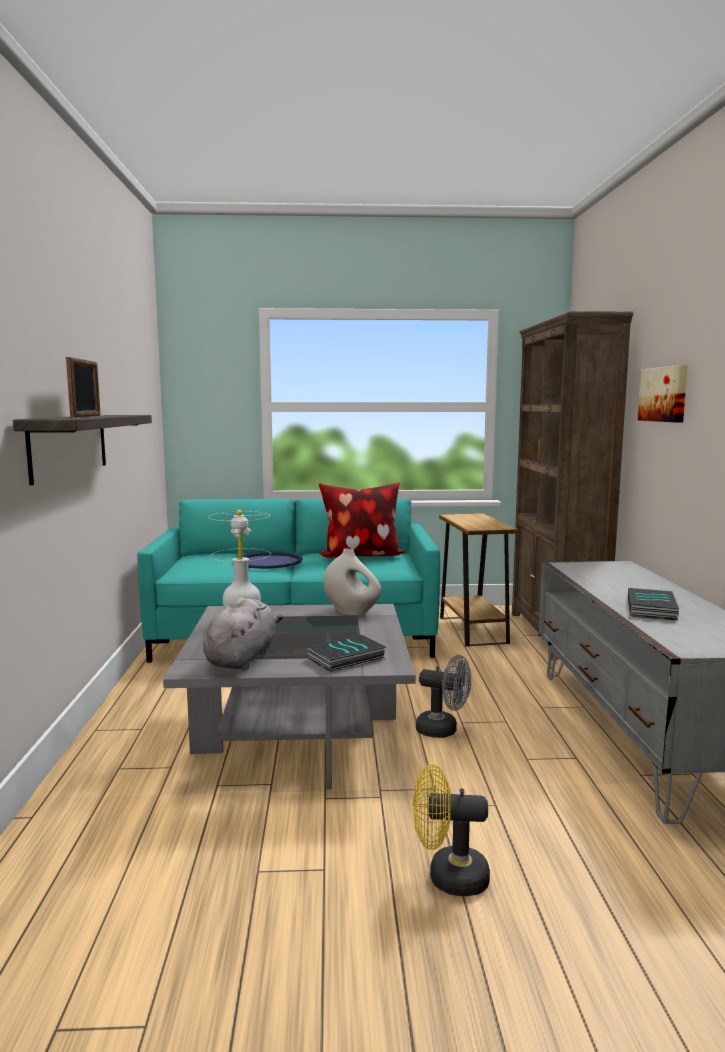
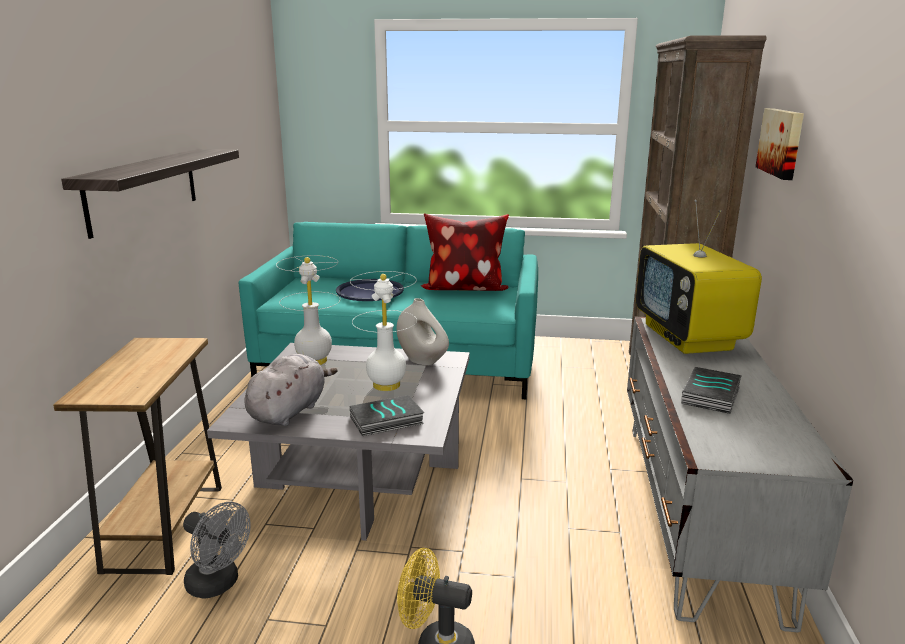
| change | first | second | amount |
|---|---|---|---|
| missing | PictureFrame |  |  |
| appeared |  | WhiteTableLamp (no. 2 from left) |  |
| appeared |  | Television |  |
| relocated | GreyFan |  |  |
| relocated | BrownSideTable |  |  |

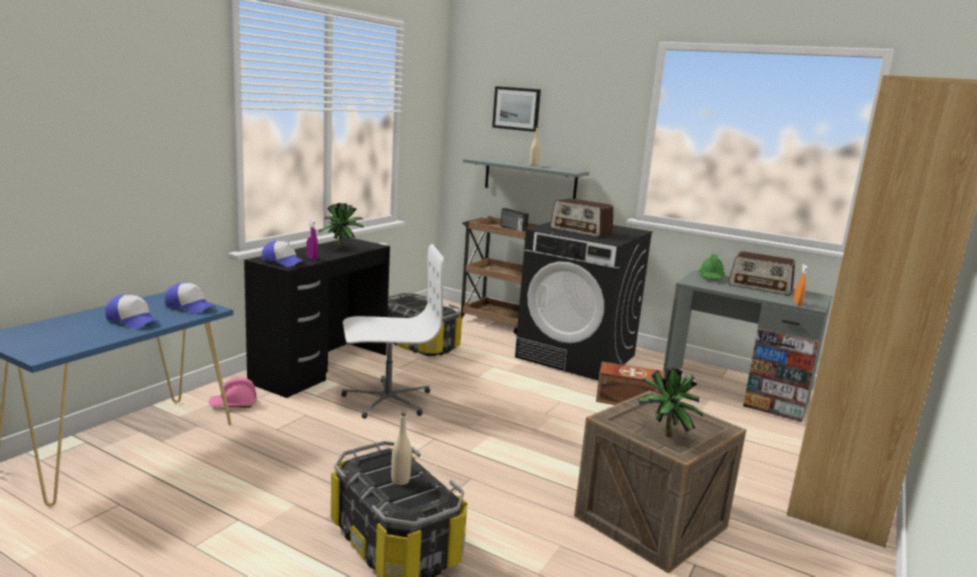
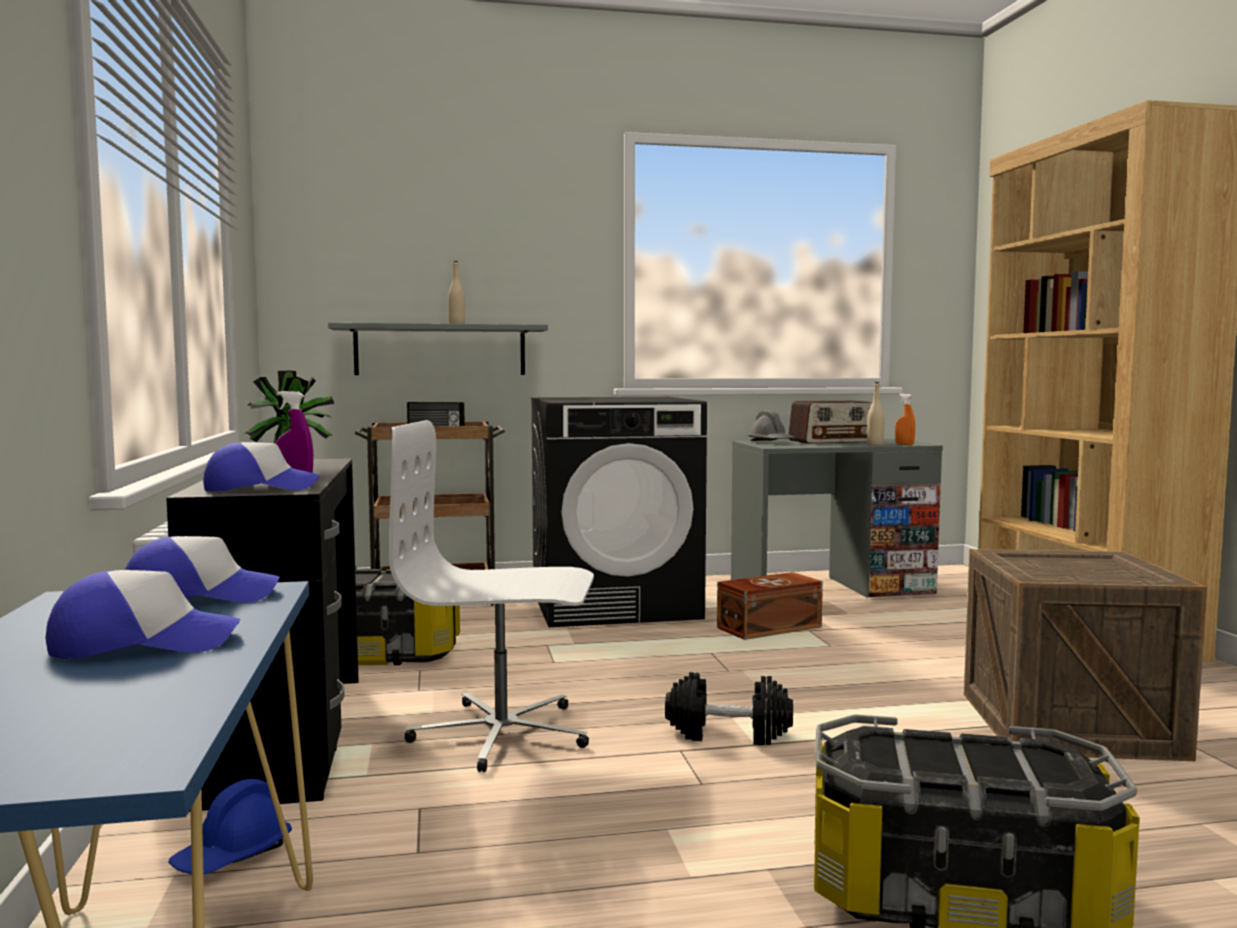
| change | first | second | amount |
|---|---|---|---|
| missing | Picture |  |  |
| missing | Radio (no. 2 from left) |  |  |
| missing | PottedPlant (no. 2 from left) |  |  |
| appeared |  | BlackDumbbell |  |
| relocated | BeigeBottle (no. 1 from left in the first image) | BeigeBottle (no. 2 from left) |  |
| colour | PinkHardHat | BlueHardHat |  |
| colour | GreenHardHat | GreyHardHat |  |
| spun | WhiteOfficeChair |  | 120 degrees counterclockwise |

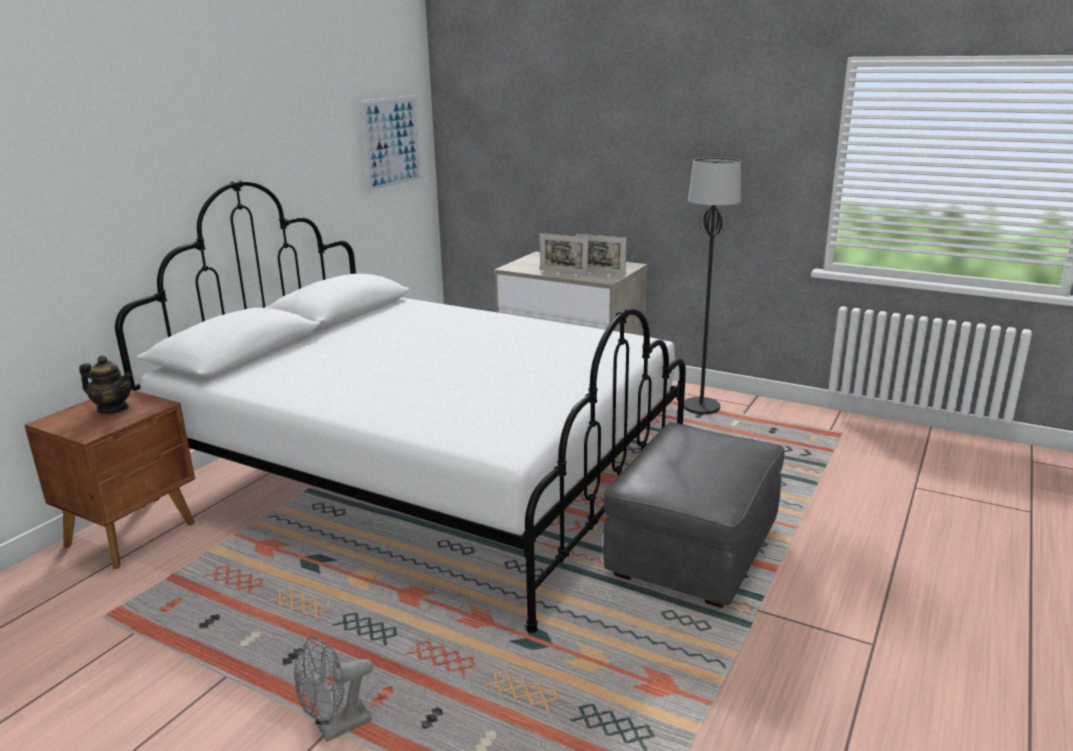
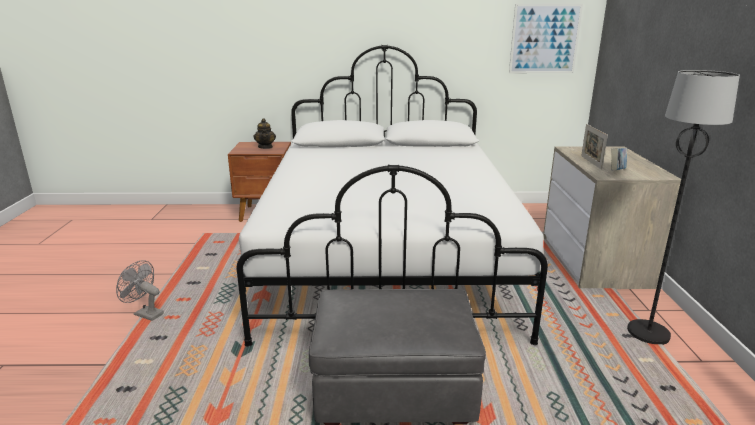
| change | first | second | amount |
|---|---|---|---|
| exchanged | PictureFrame (no. 2 from left) | Book |  |

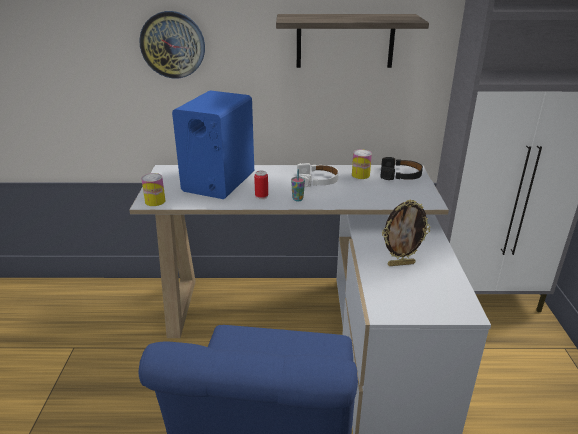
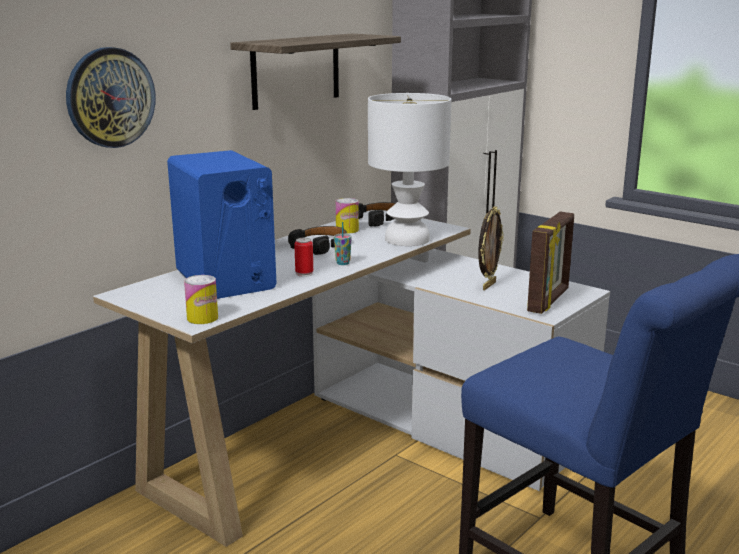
| change | first | second | amount |
|---|---|---|---|
| appeared |  | WhiteTableLamp |  |
| appeared |  | PictureFrame (no. 2 from left) |  |
| colour | WhiteHeadphones | BlackHeadphones (no. 1 from left) |  |

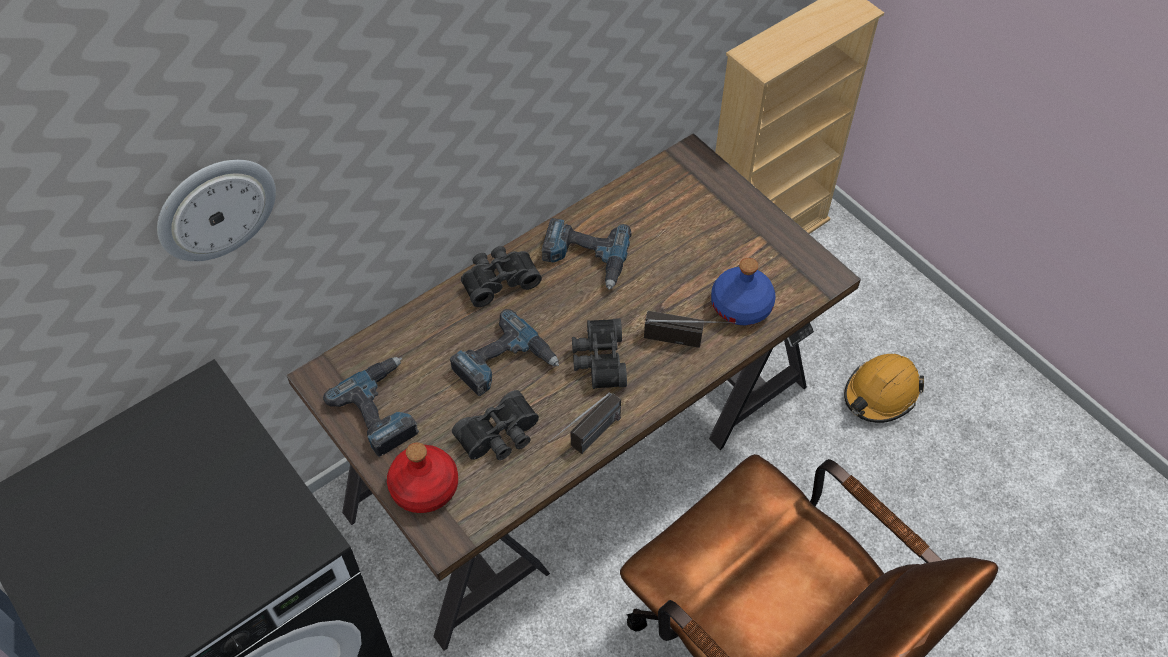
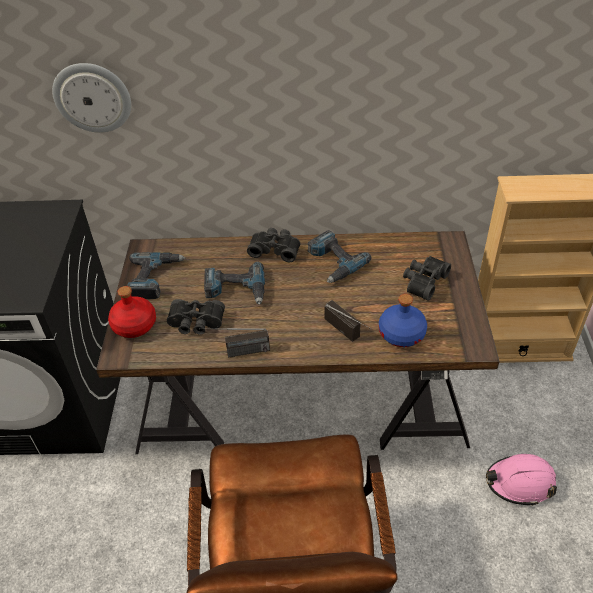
| change | first | second | amount |
|---|---|---|---|
| relocated | BlackBinoculars (no. 3 from left) |  |  |
| colour | OrangeHardHat | PinkHardHat |  |

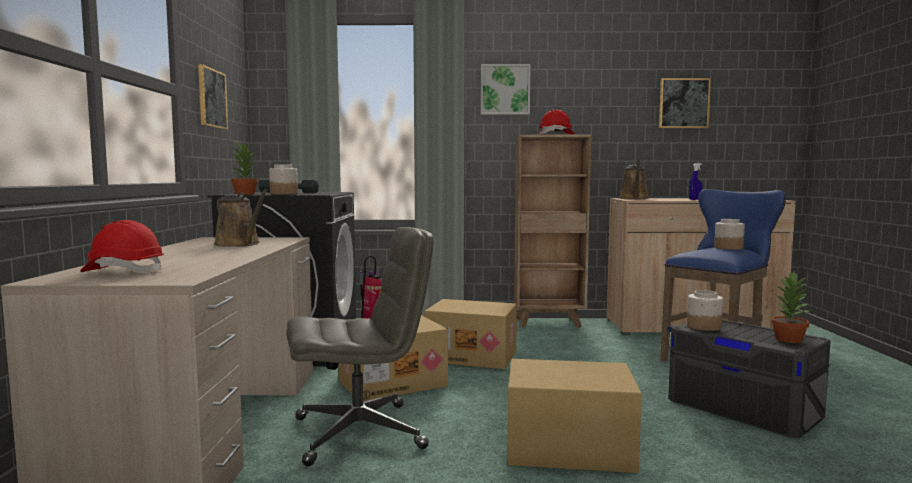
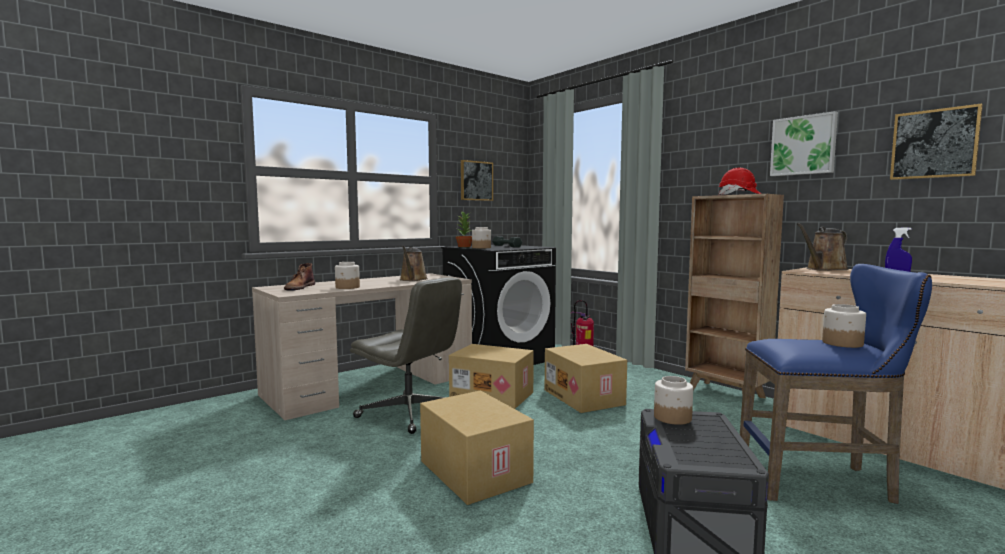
| change | first | second | amount |
|---|---|---|---|
| missing | PottedPlant (no. 2 from left) |  |  |
| appeared |  | Jar (no. 1 from left) |  |
| relocated | Picture (no. 2 from left) |  |  |
| exchanged | RedHardHat (no. 1 from left) | BrownBoot |  |

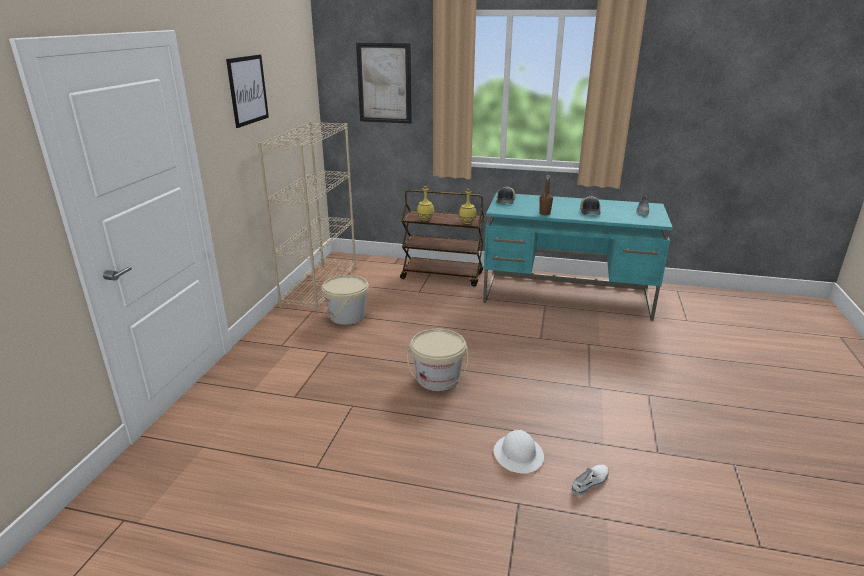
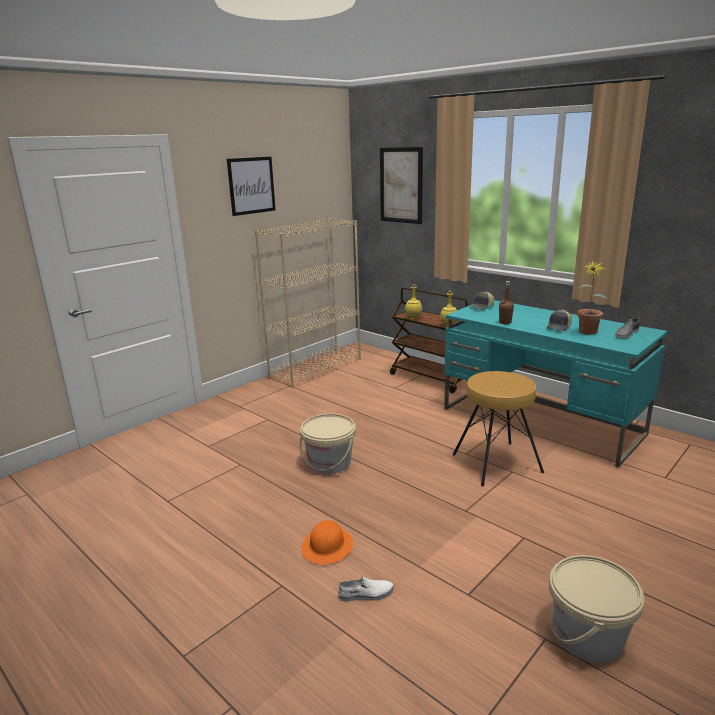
| change | first | second | amount |
|---|---|---|---|
| appeared |  | BrownStool |  |
| appeared |  | PottedPlant |  |
| relocated | BeigeBucket (no. 1 from left in the first image) | BeigeBucket (no. 2 from left) |  |
| colour | WhiteHardHat | OrangeHardHat |  |

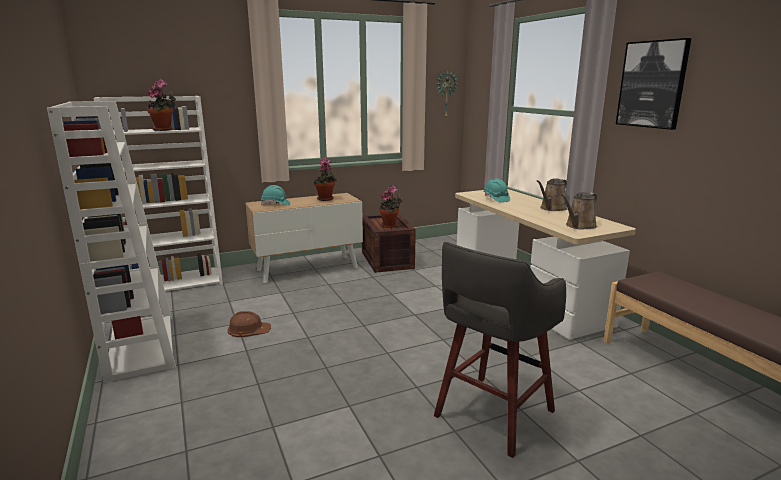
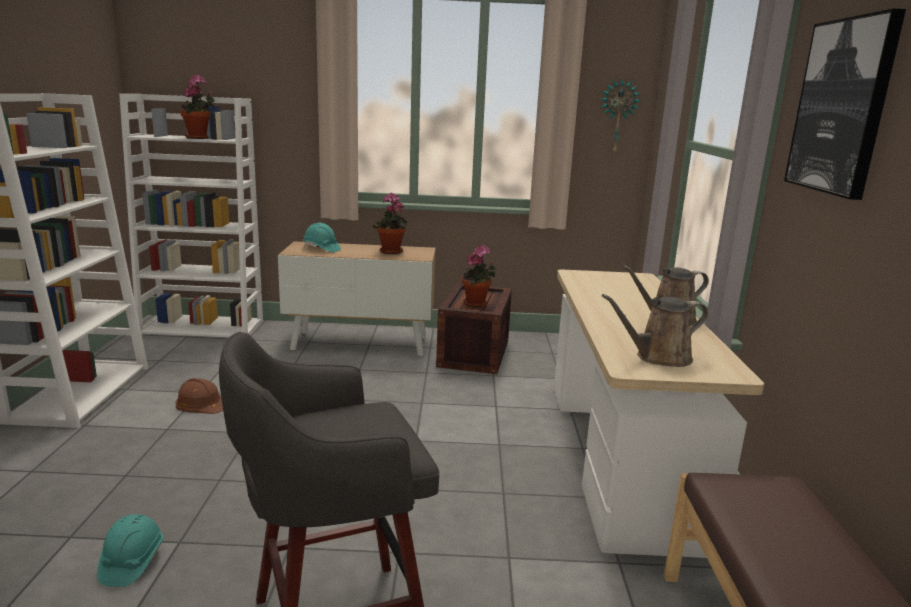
| change | first | second | amount |
|---|---|---|---|
| relocated | TurquoiseHardHat (no. 2 from left in the first image) | TurquoiseHardHat (no. 1 from left) |  |

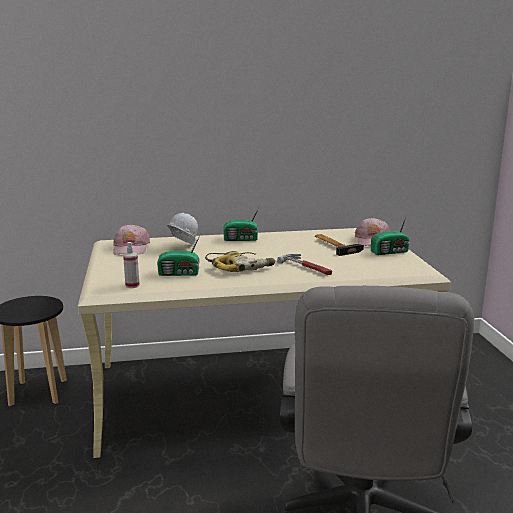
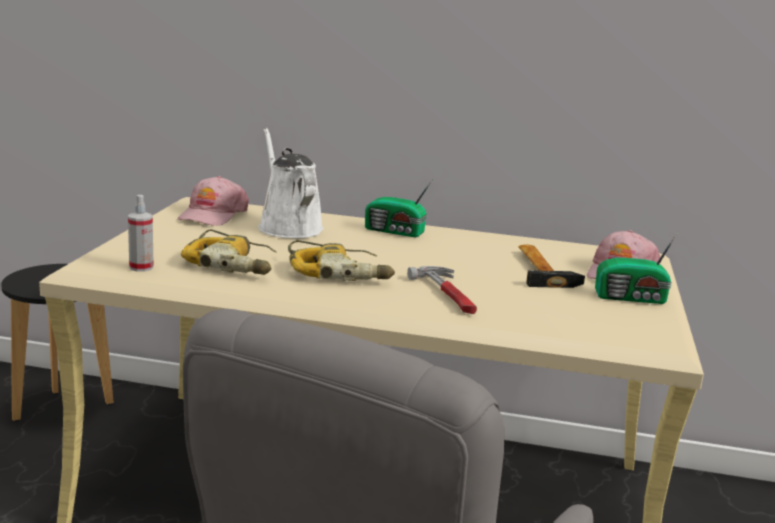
| change | first | second | amount |
|---|---|---|---|
| exchanged | Radio (no. 1 from left) | PowerDrill (no. 1 from left) |  |
| exchanged | WhiteHardHat | WhiteWateringCan |  |

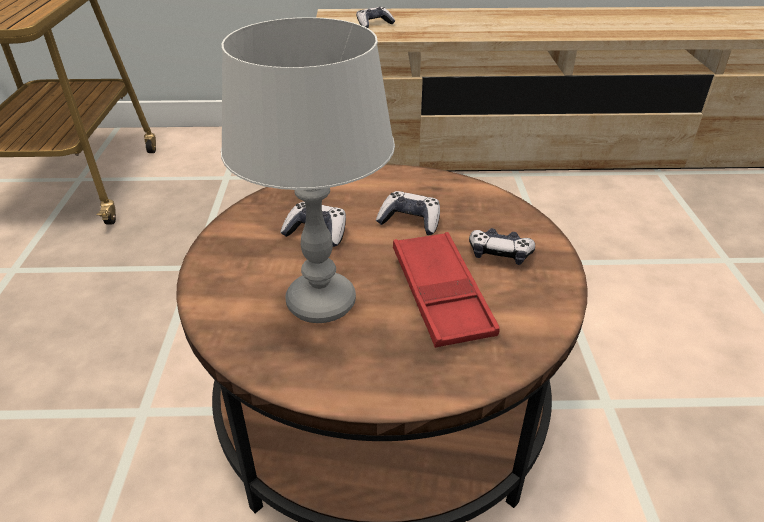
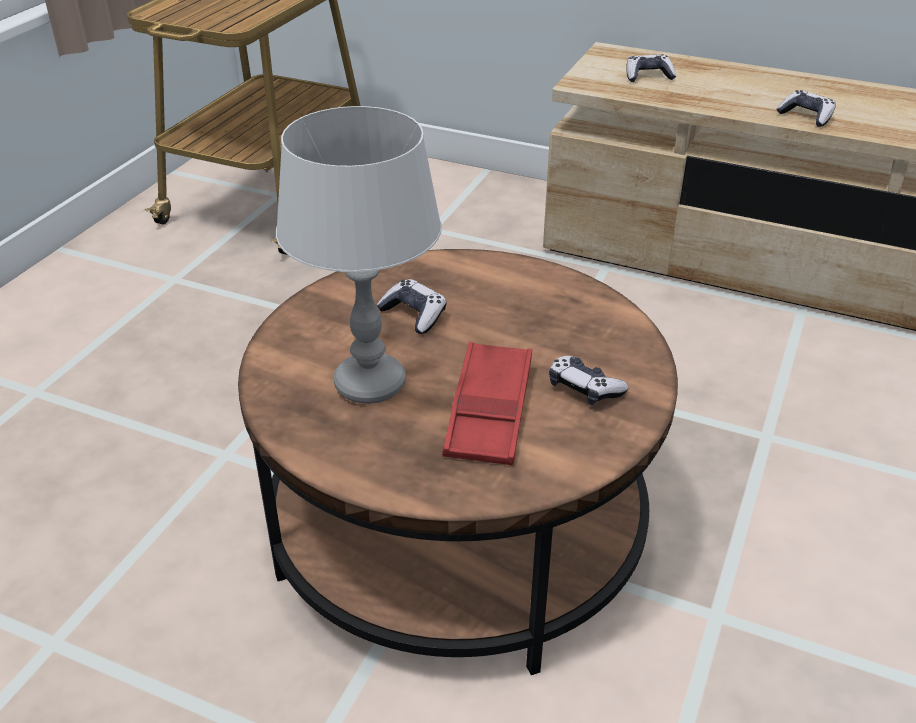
| change | first | second | amount |
|---|---|---|---|
| relocated | GameController (no. 3 from left in the first image) | GameController (no. 4 from left) |  |

